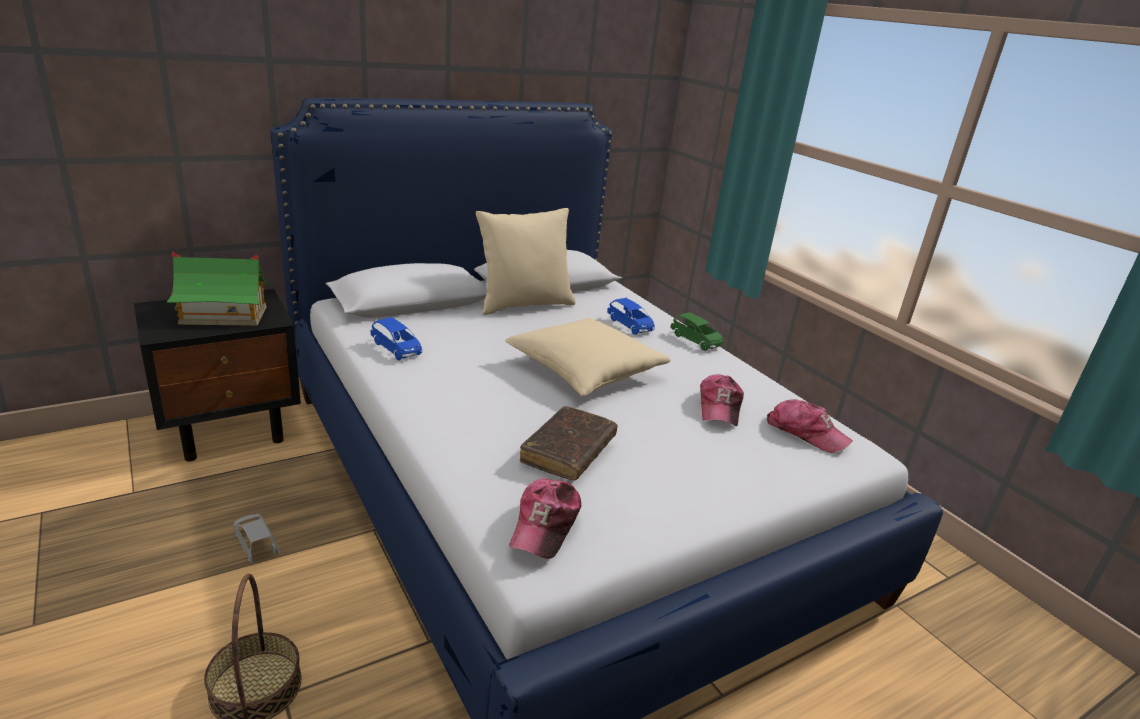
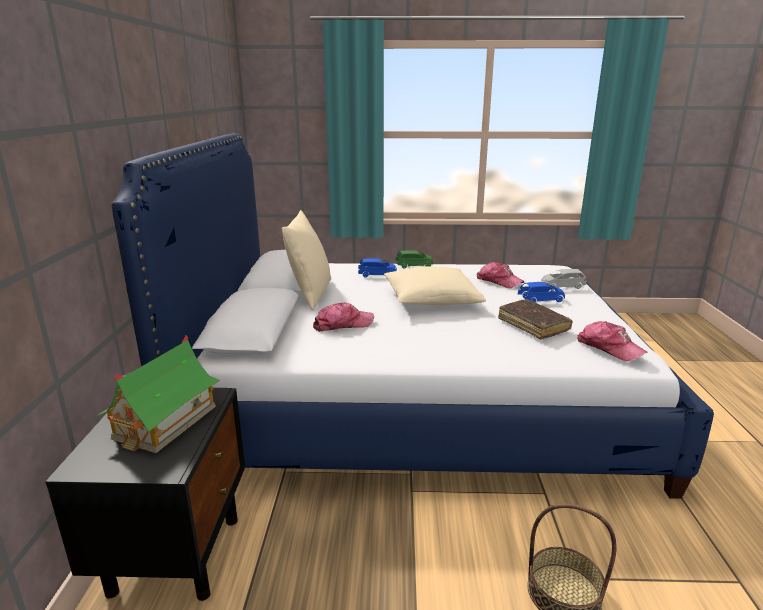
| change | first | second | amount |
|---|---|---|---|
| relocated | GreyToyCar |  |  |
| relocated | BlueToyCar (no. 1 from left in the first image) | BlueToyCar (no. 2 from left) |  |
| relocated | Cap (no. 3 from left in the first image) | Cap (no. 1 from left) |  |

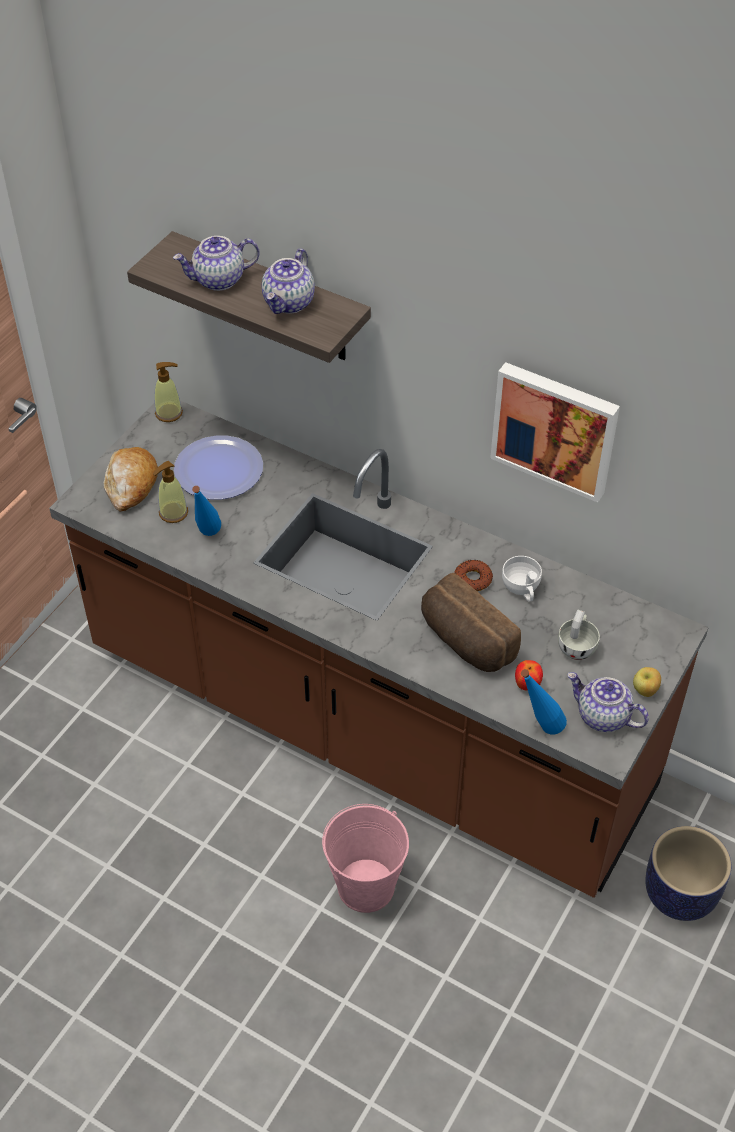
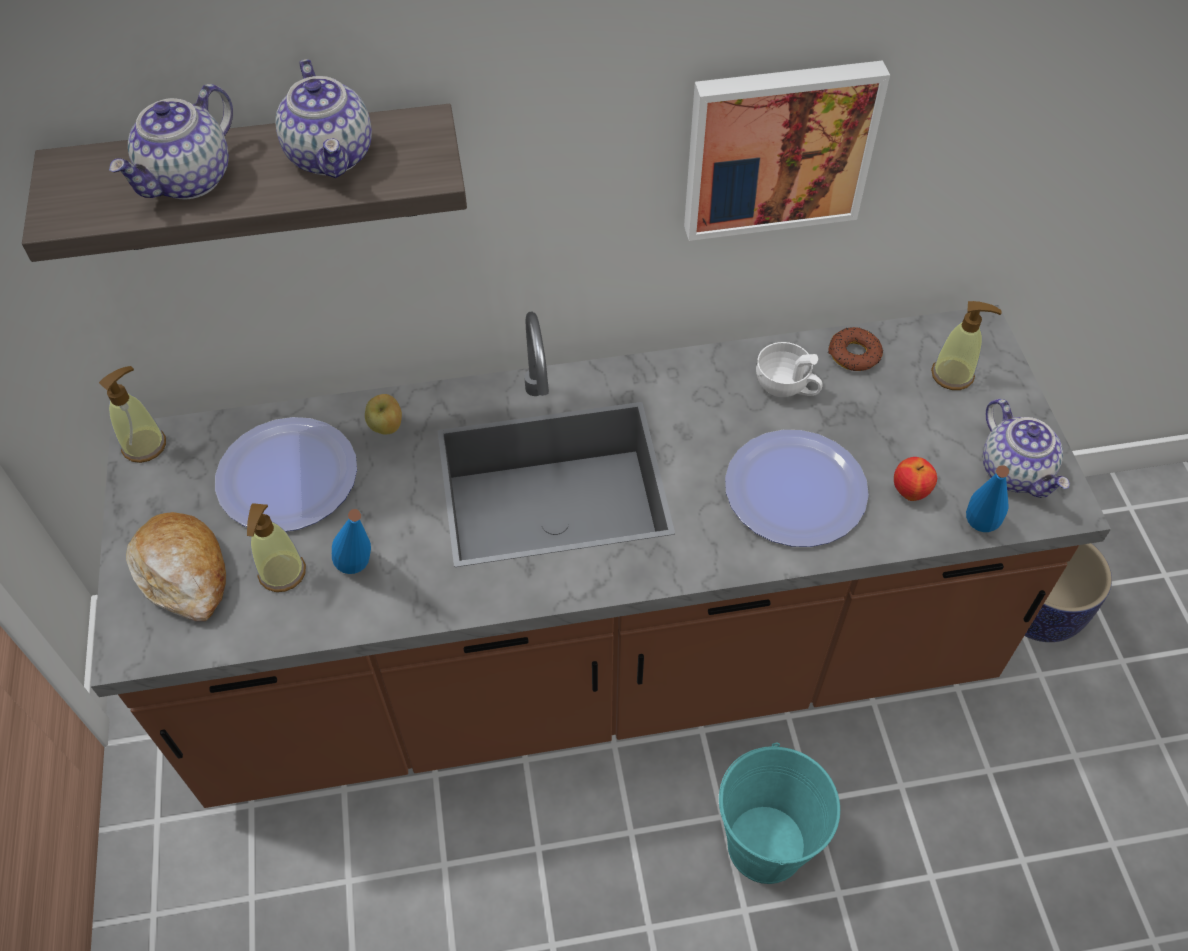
| change | first | second | amount |
|---|---|---|---|
| missing | WhiteCup (no. 2 from left) |  |  |
| appeared |  | SoapDispenser (no. 3 from left) |  |
| relocated | Donut |  |  |
| relocated | Apple (no. 2 from left in the first image) | Apple (no. 1 from left) |  |
| exchanged | Bread (no. 2 from left) | Plate (no. 2 from left) |  |
| colour | PinkBucket | TurquoiseBucket |  |
| spun | Teapot (no. 3 from left) |  | 105 degrees counterclockwise |

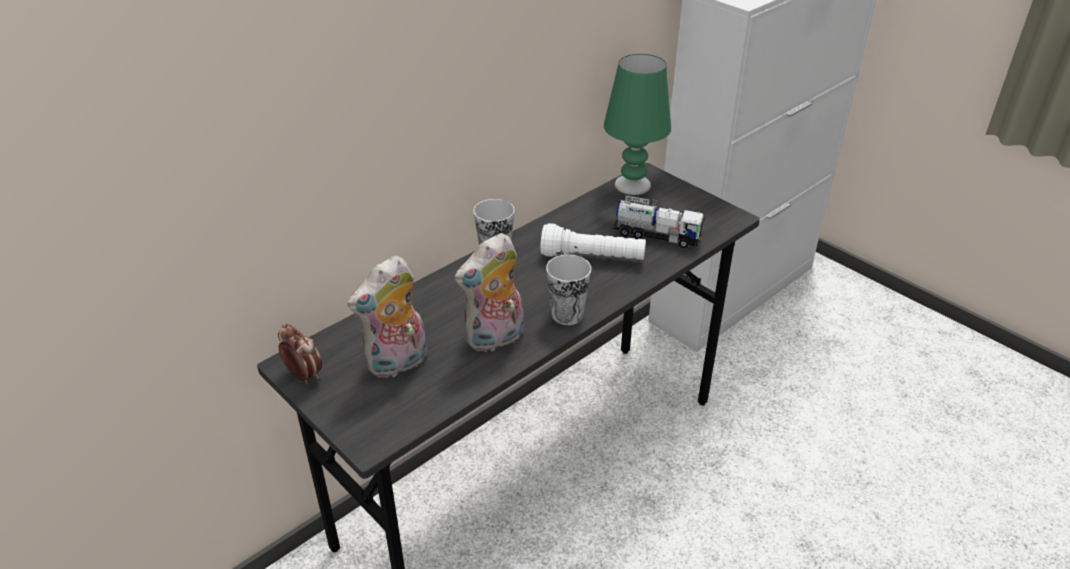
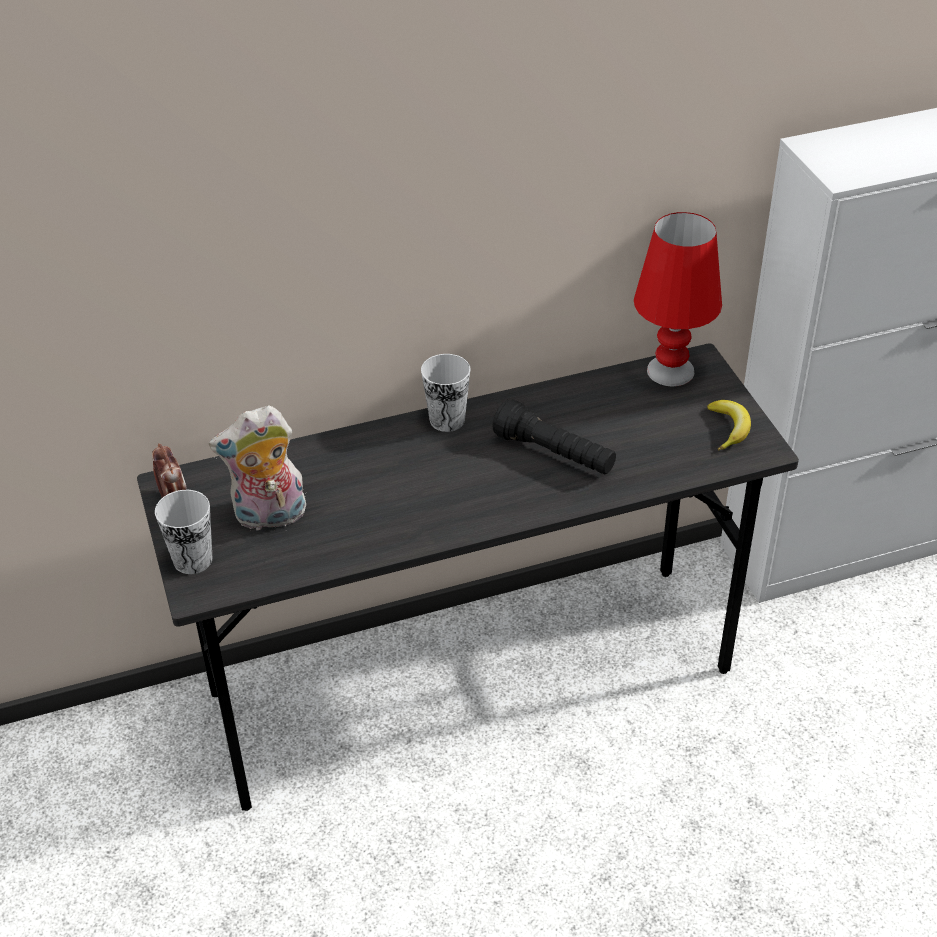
| change | first | second | amount |
|---|---|---|---|
| missing | PlushToy (no. 2 from left) |  |  |
| missing | ToyTruck |  |  |
| appeared |  | Banana |  |
| relocated | Cup (no. 2 from left in the first image) | Cup (no. 1 from left) |  |
| colour | WhiteFlashlight | BlackFlashlight |  |
| colour | GreenTableLamp | RedTableLamp |  |

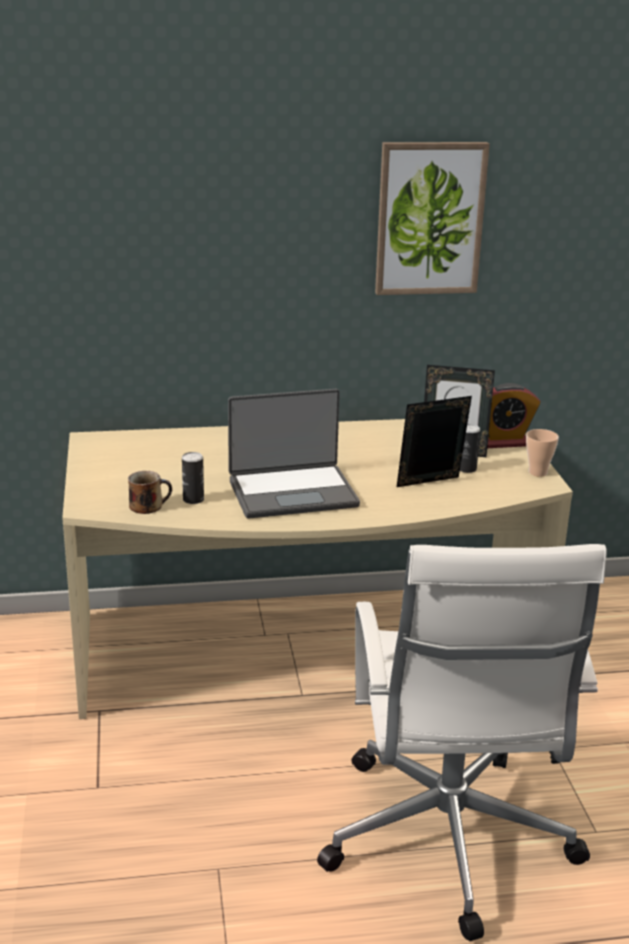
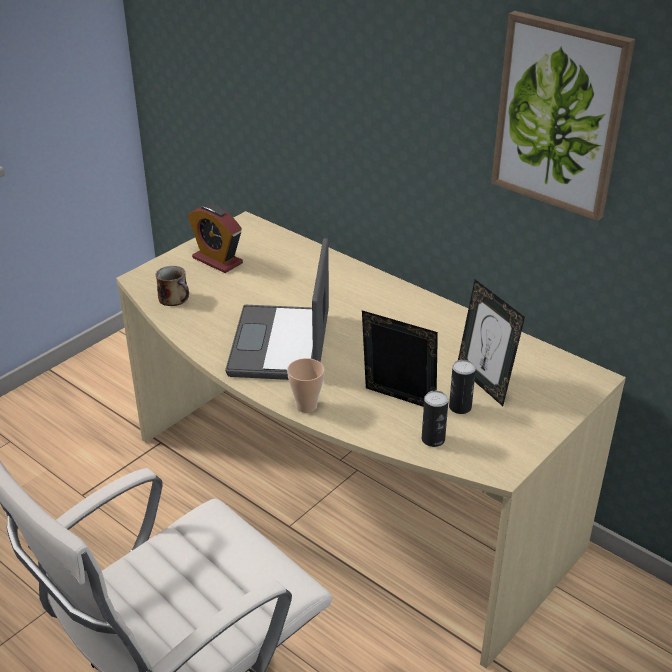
| change | first | second | amount |
|---|---|---|---|
| relocated | Can (no. 1 from left) |  |  |
| relocated | AlarmClock |  |  |
| relocated | Cup |  |  |
| spun | Laptop |  | 60 degrees clockwise |

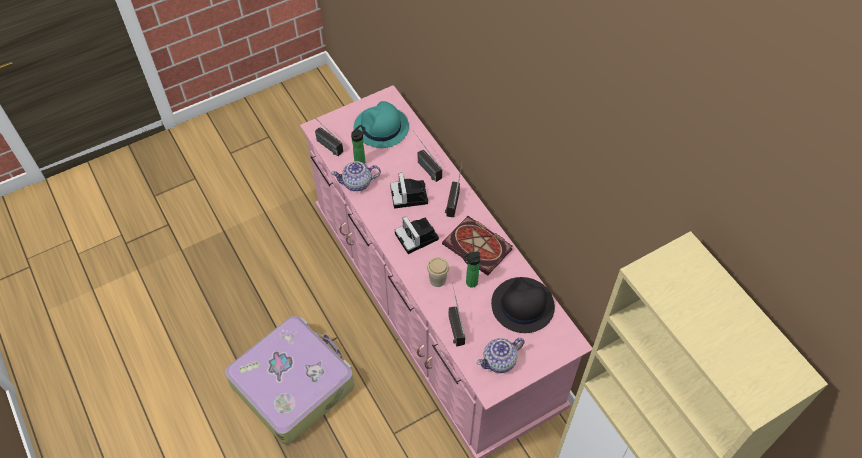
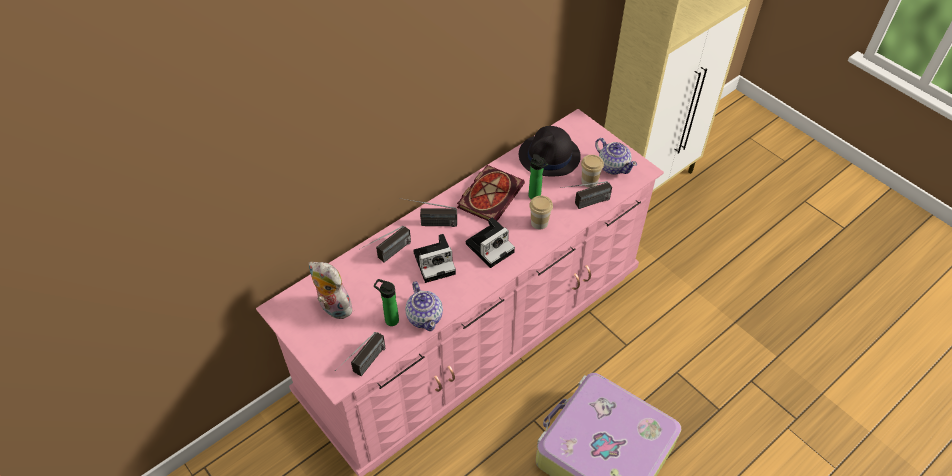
| change | first | second | amount |
|---|---|---|---|
| appeared |  | Cup (no. 2 from left) |  |
| exchanged | TurquoiseHat | PlushToy |  |

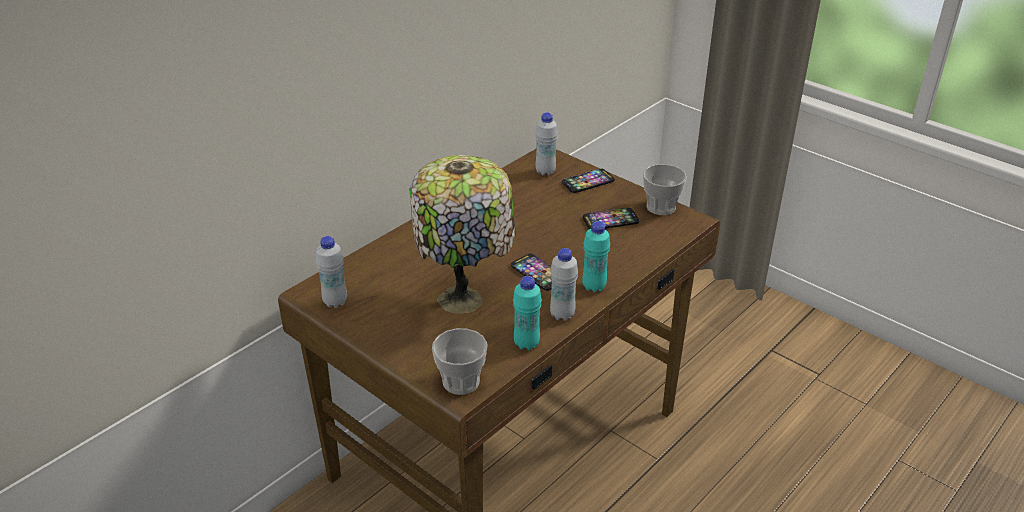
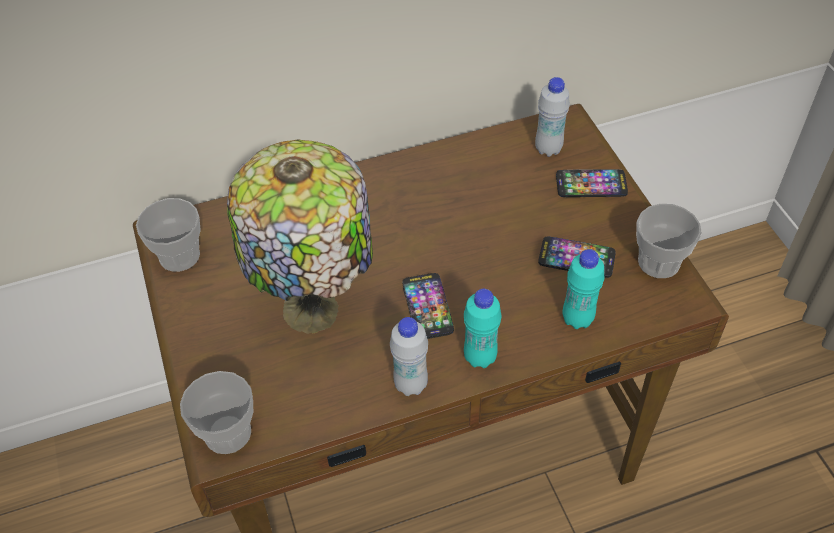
| change | first | second | amount |
|---|---|---|---|
| relocated | TurquoiseBottle (no. 1 from left in the first image) | TurquoiseBottle (no. 2 from left) |  |
| exchanged | WhiteBottle (no. 1 from left) | Cup (no. 1 from left) |  |

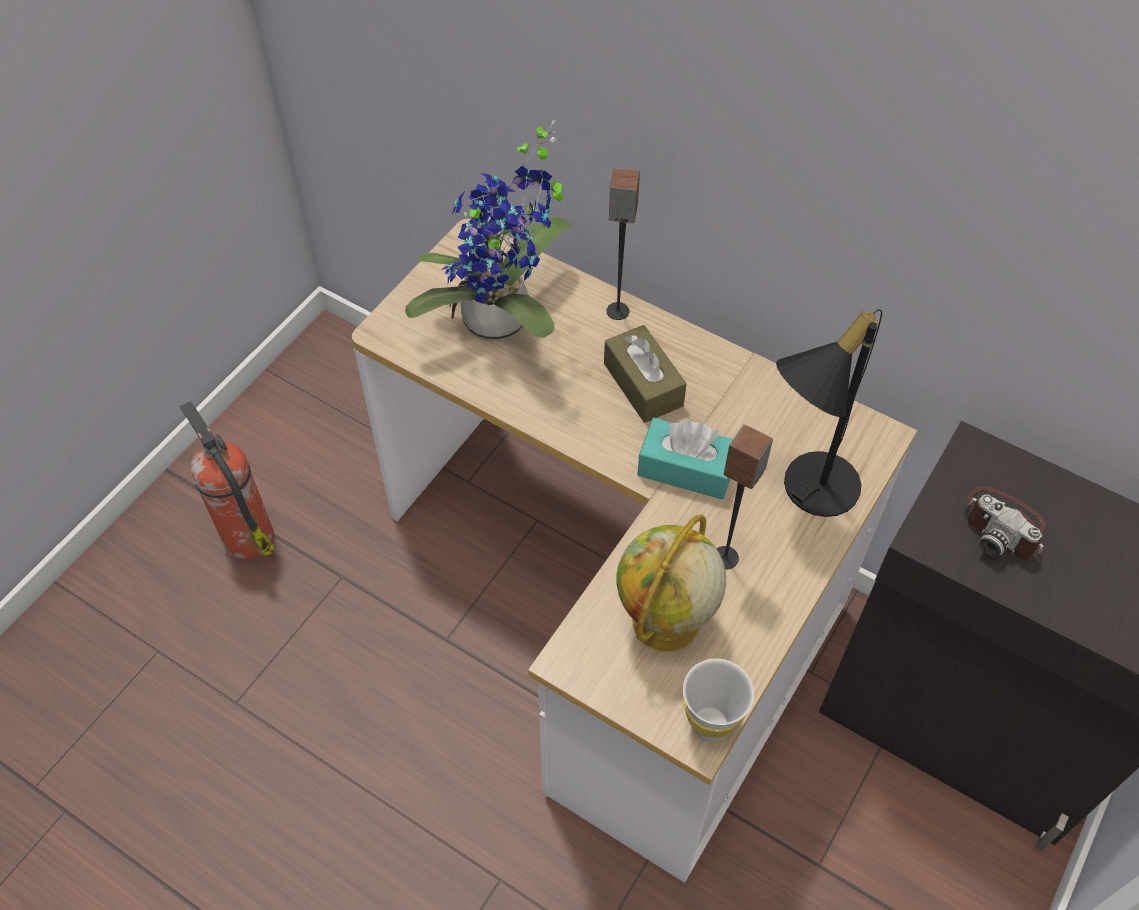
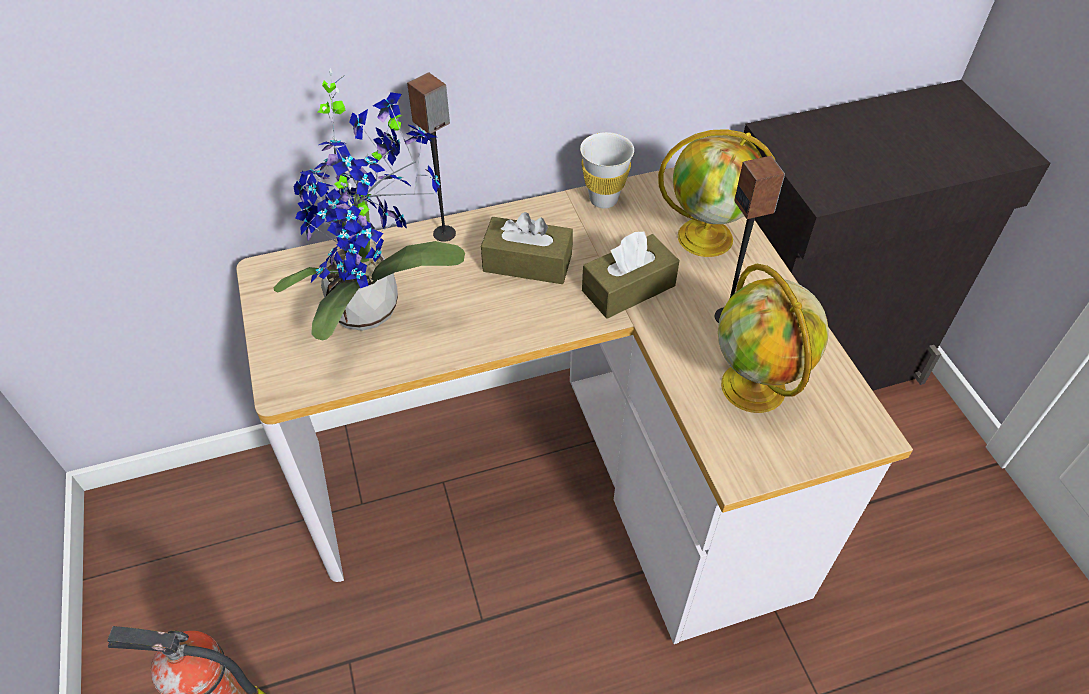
| change | first | second | amount |
|---|---|---|---|
| missing | PhotoCamera |  |  |
| relocated | WhiteCup |  |  |
| exchanged | BlackTableLamp | Globe (no. 1 from left) |  |
| colour | TurquoiseTissueBox | BrownTissueBox (no. 2 from left) |  |

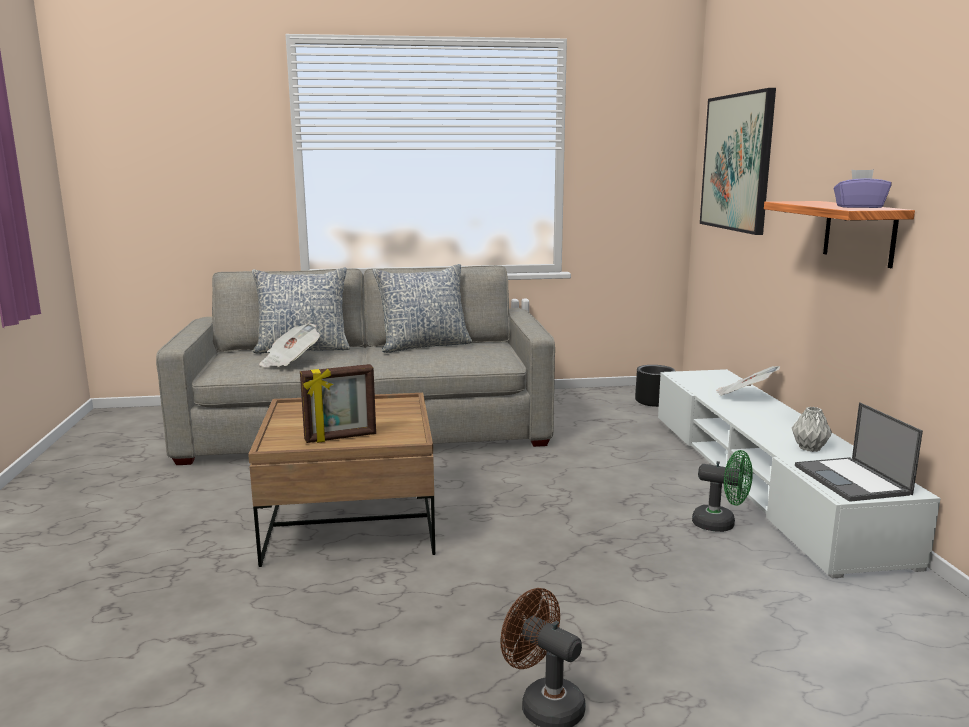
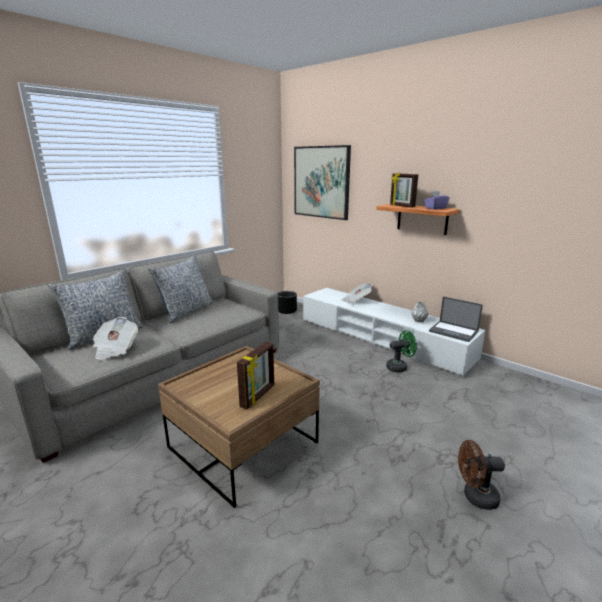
| change | first | second | amount |
|---|---|---|---|
| appeared |  | PictureFrame (no. 2 from left) |  |

